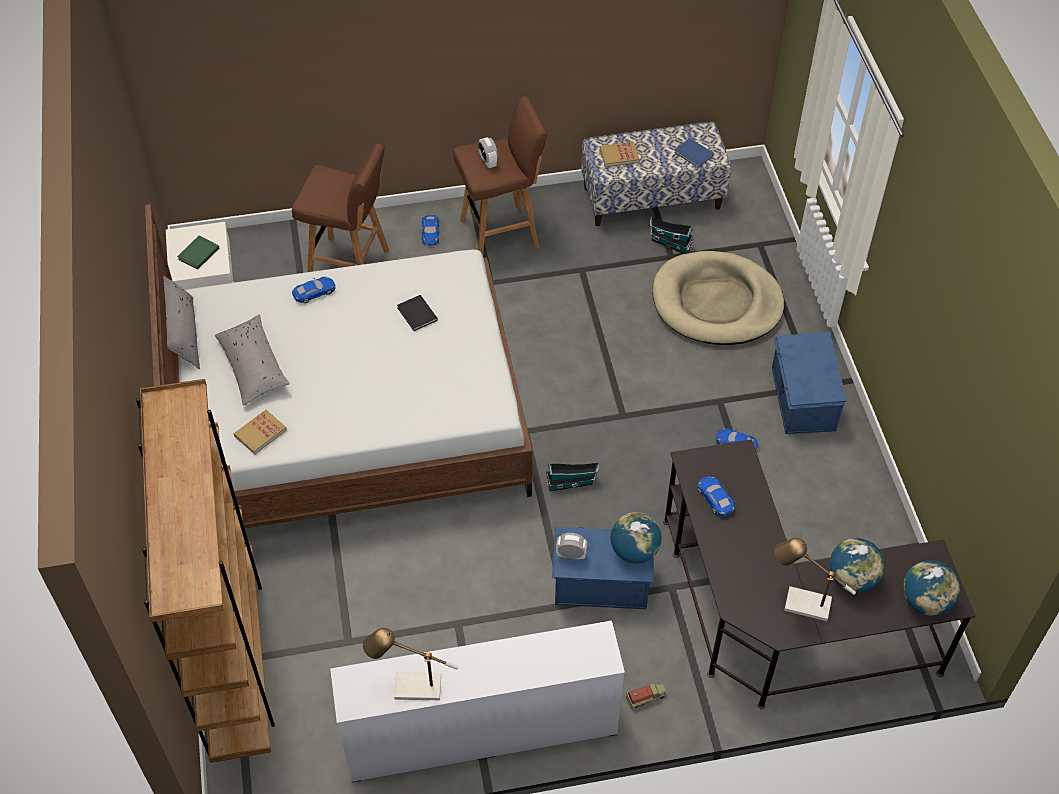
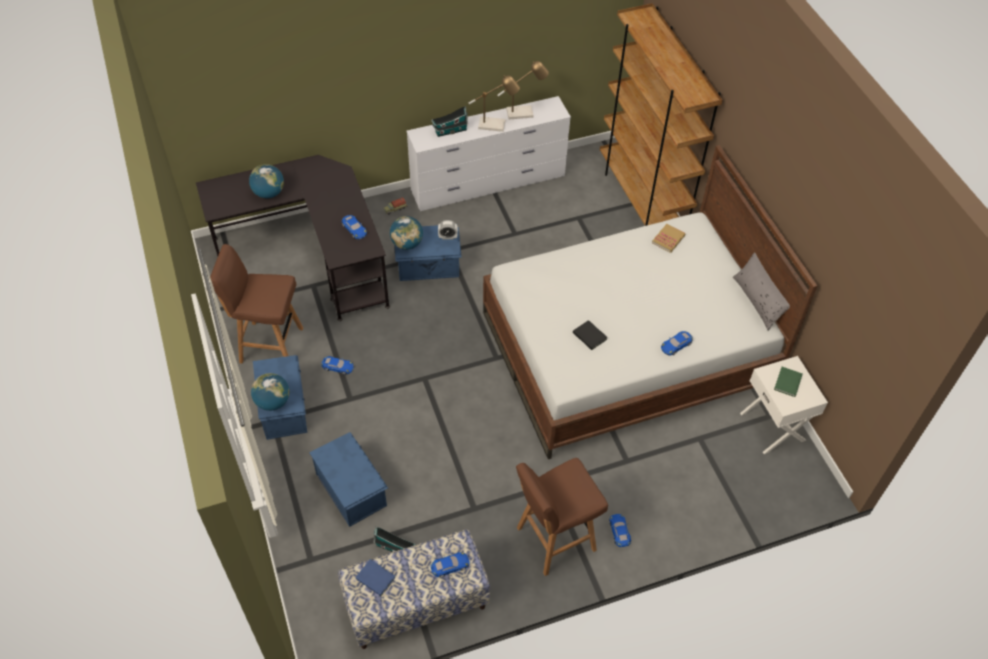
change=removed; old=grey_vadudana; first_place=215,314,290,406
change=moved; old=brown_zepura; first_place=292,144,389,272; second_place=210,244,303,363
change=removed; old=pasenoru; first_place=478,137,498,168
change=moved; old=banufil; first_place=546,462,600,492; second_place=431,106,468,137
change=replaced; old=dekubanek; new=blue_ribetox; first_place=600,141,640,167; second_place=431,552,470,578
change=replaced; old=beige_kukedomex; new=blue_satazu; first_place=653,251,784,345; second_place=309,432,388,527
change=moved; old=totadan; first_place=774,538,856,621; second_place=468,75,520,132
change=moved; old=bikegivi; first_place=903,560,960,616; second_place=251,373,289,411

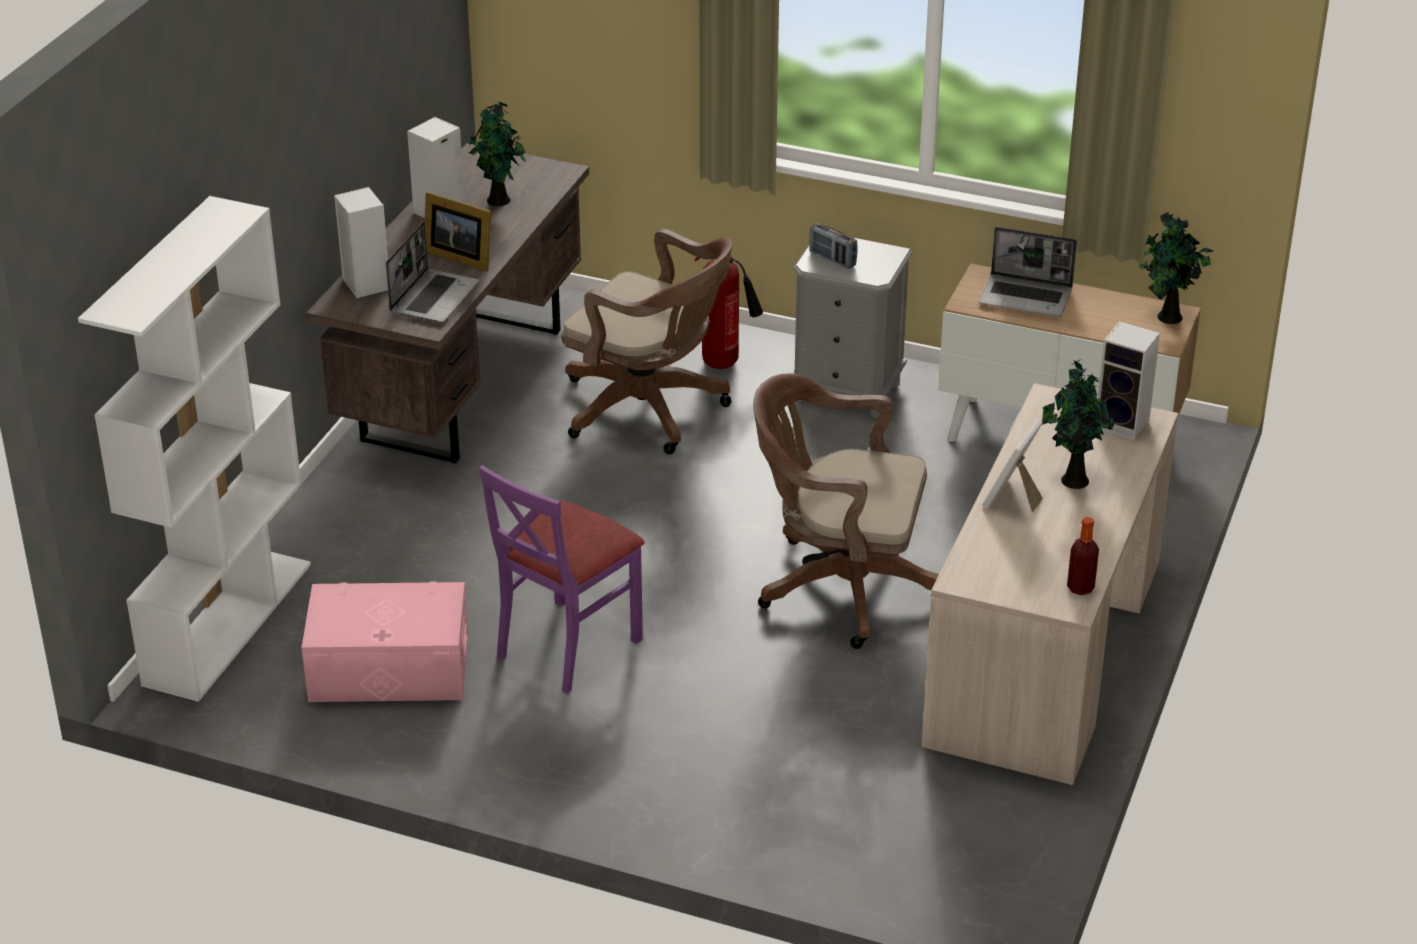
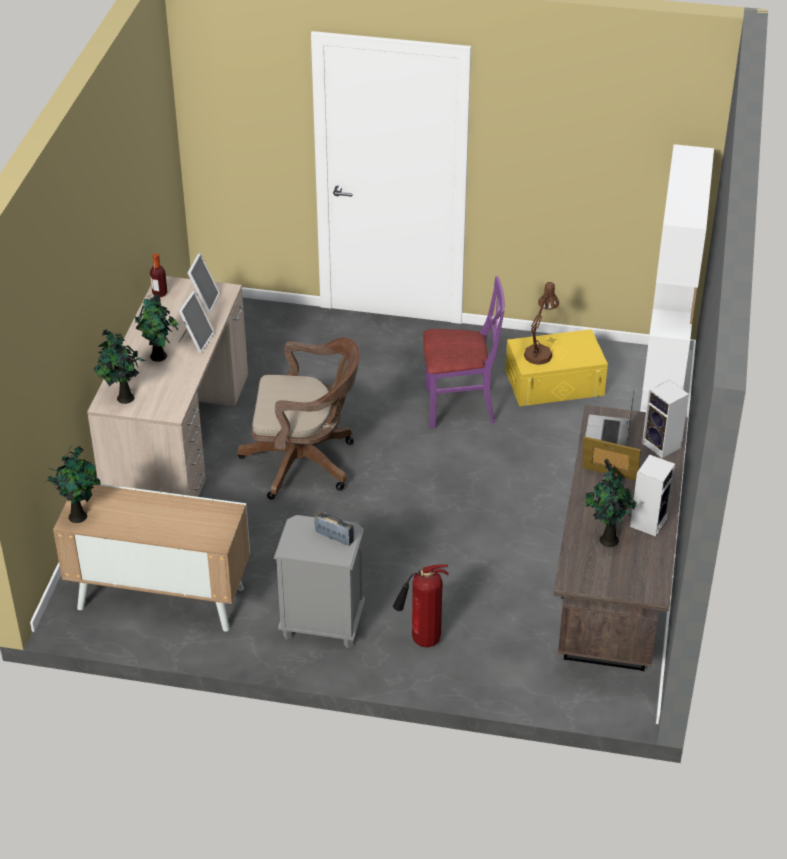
change=recoloured; old=pink_satazu; new=yellow_satazu; first_place=301,581,468,702; second_place=505,329,608,406
change=turned; old=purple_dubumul; first_place=479,465,644,694; second_place=423,276,505,429; degrees=60
change=removed; old=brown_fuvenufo; first_place=561,229,732,455
change=removed; old=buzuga; first_place=979,227,1077,317
change=replaced; old=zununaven; new=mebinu; first_place=1098,321,1160,440; second_place=93,329,145,404
change=added; new=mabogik; second_place=187,253,220,313
change=added; new=brown_totadan; second_place=524,282,559,365

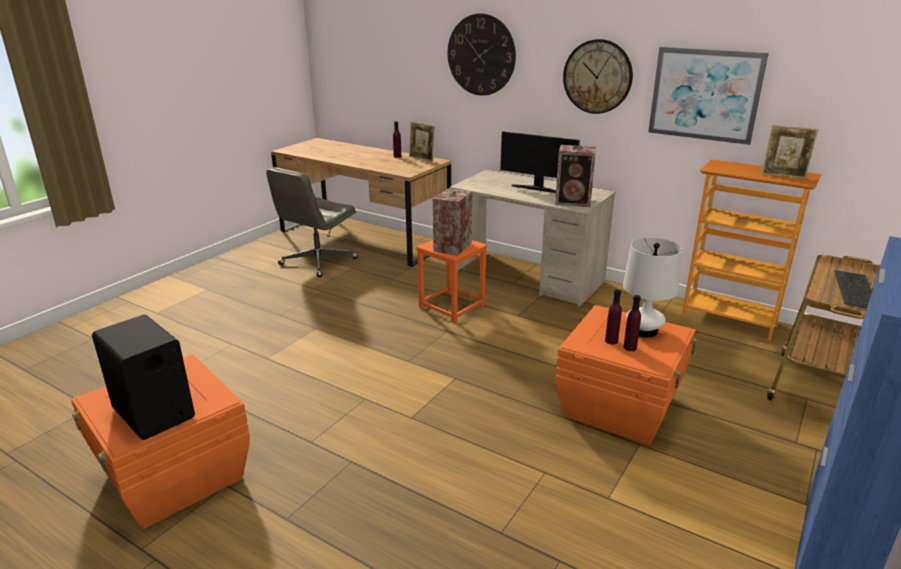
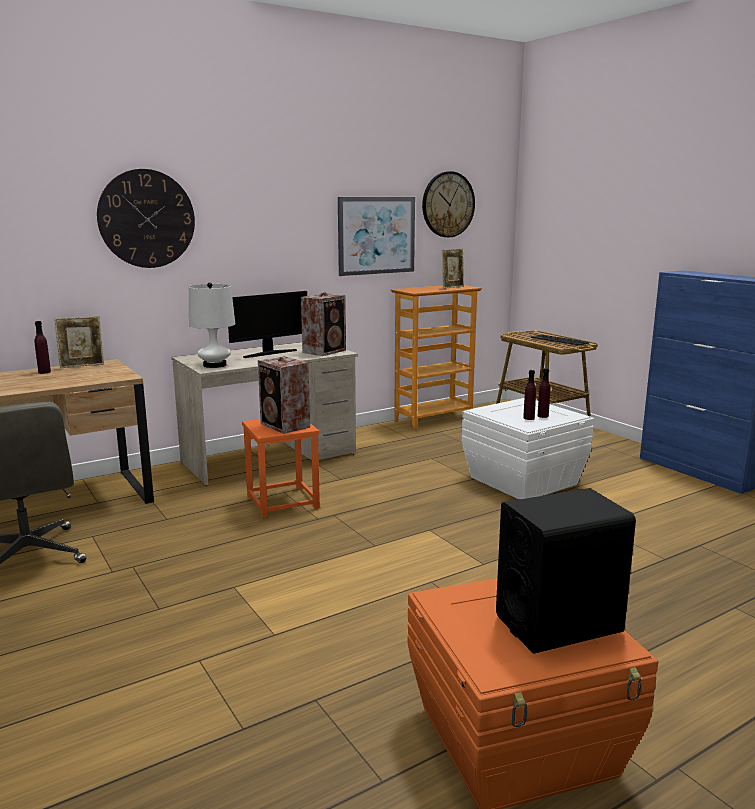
change=recoloured; old=orange_satazu; new=white_satazu; first_place=555,305,697,445; second_place=462,398,594,500
change=moved; old=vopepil; first_place=563,39,633,114; second_place=422,171,475,237
change=moved; old=white_totadan; first_place=623,238,682,337; second_place=189,283,235,368

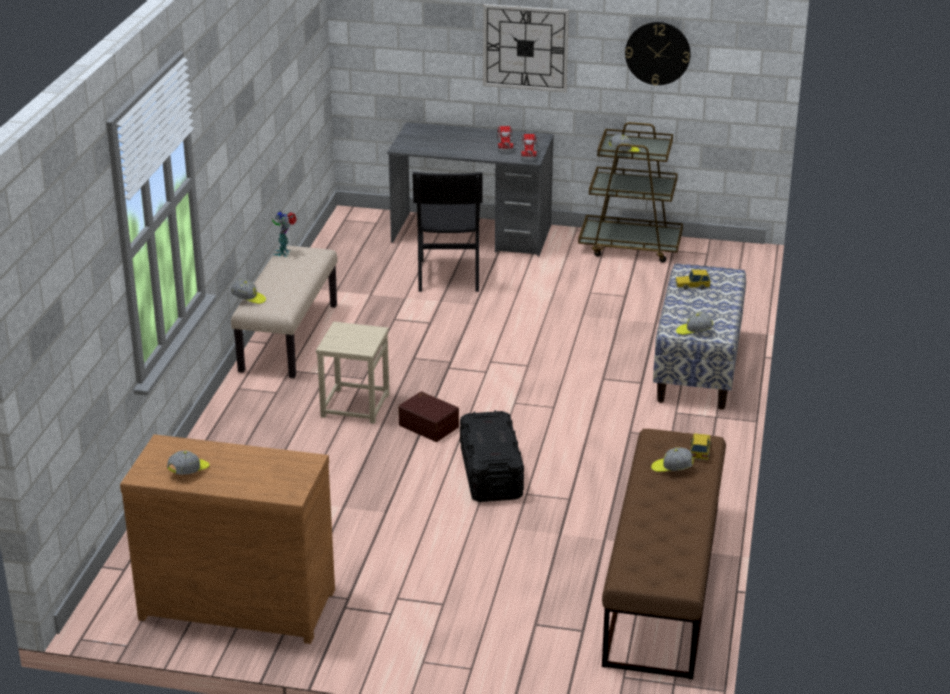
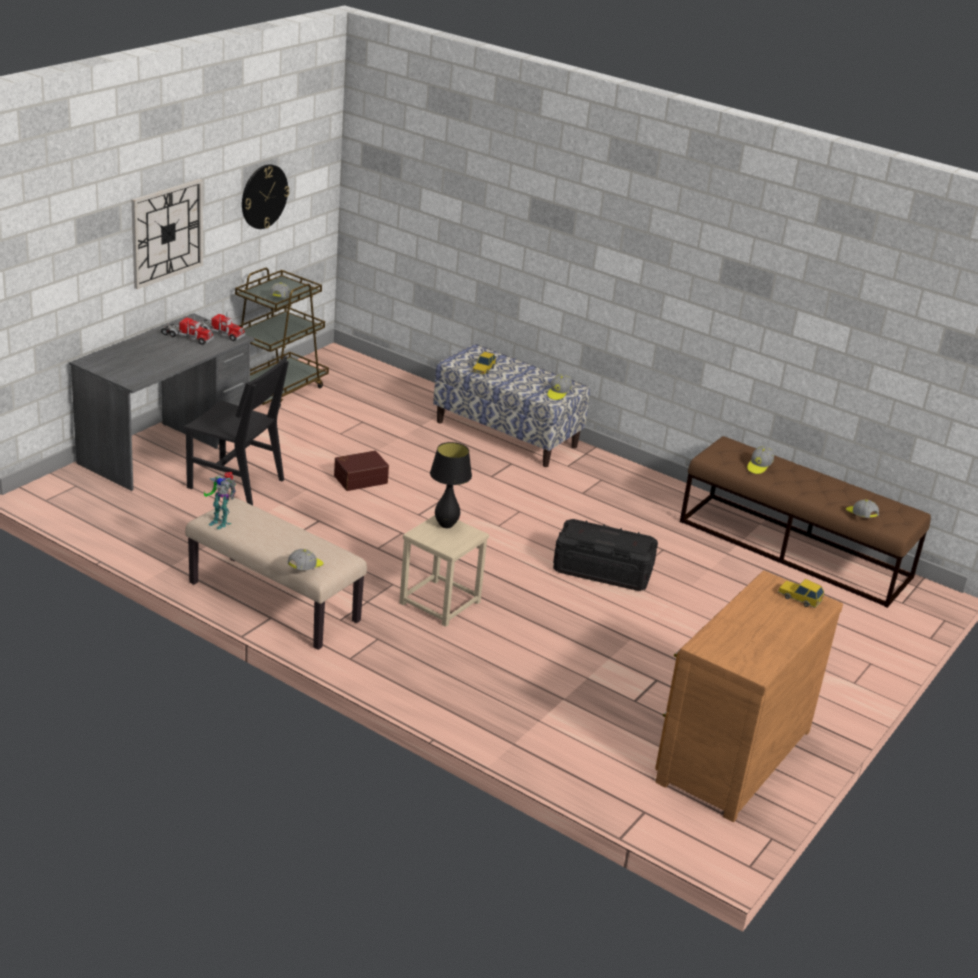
change=moved; old=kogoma; first_place=167,451,210,475; second_place=846,500,879,518
change=moved; old=brown_satazu; first_place=398,391,459,442; second_place=334,451,389,491
change=moved; old=ribetox; first_place=690,433,711,460; second_place=778,579,824,608
change=added; new=black_totadan; second_place=430,442,472,528

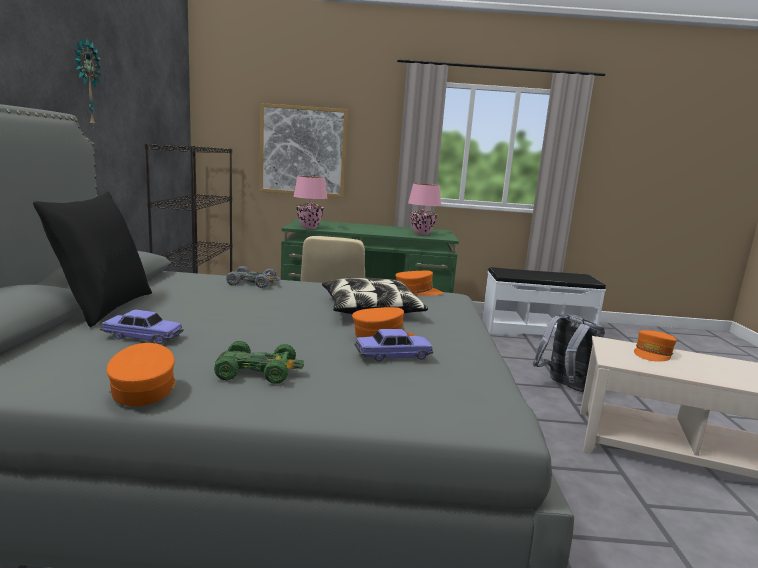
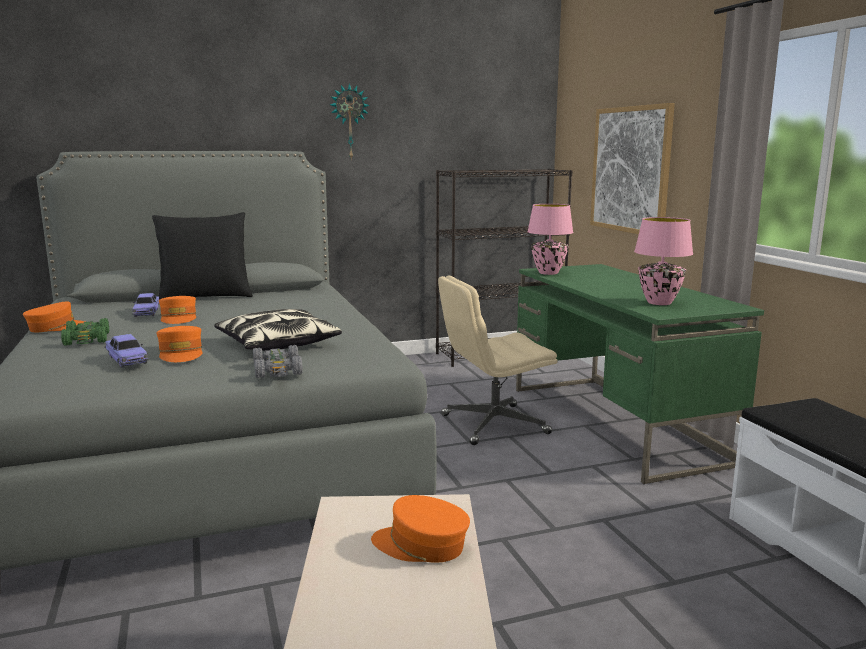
change=moved; old=grey_ribetox; first_place=226,266,280,288; second_place=253,345,303,378
change=moved; old=orange_kogoma; first_place=395,271,443,296; second_place=159,296,196,324
change=removed; old=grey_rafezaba; first_place=533,314,605,393

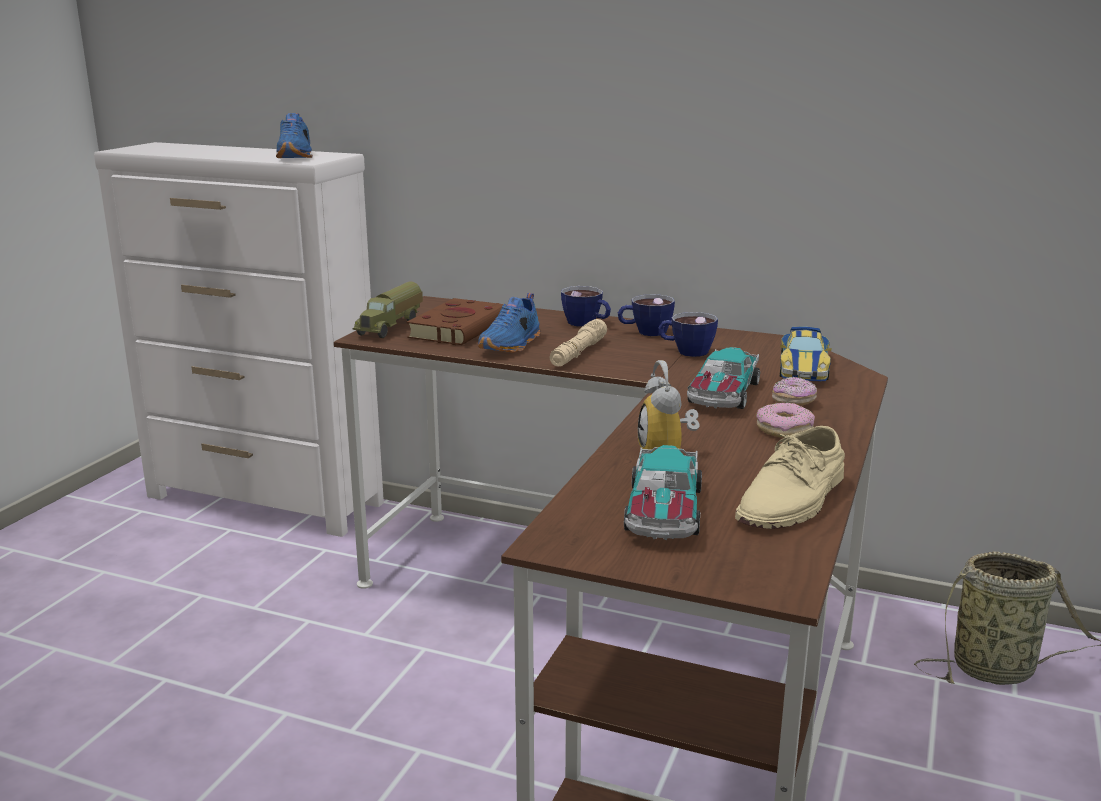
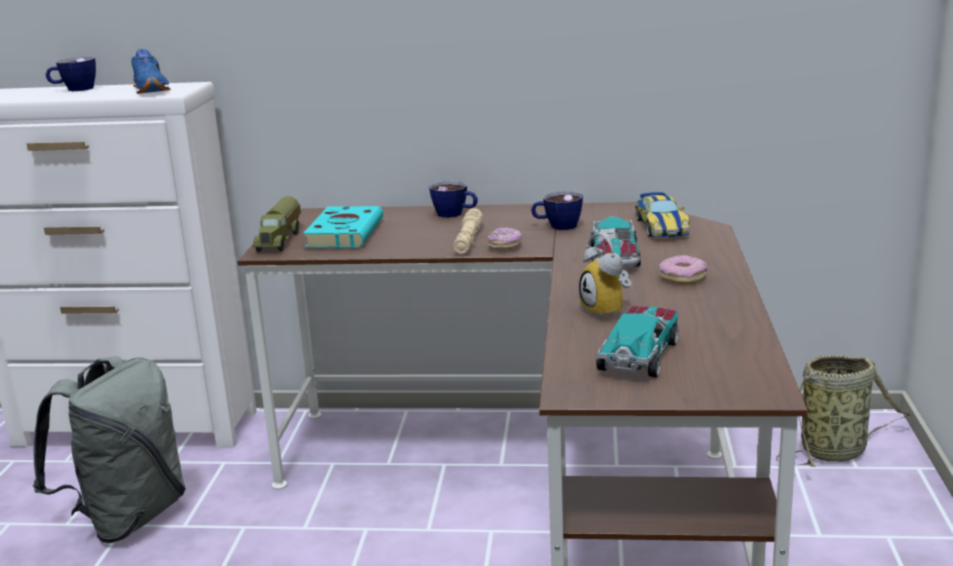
change=recoloured; old=brown_dekubanek; new=turquoise_dekubanek; first_place=406,298,503,345; second_place=303,206,383,248
change=removed; old=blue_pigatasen; first_place=478,293,540,353
change=moved; old=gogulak; first_place=618,294,675,336; second_place=45,57,96,91
change=turned; old=ribetox; first_place=624,445,702,540; second_place=596,306,679,378; degrees=-150
change=removed; old=beige_pigatasen; first_place=735,426,845,529
change=moved; old=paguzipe; first_place=772,377,817,406; second_place=488,227,522,250
change=added; new=grey_rafezaba; second_place=33,356,186,543

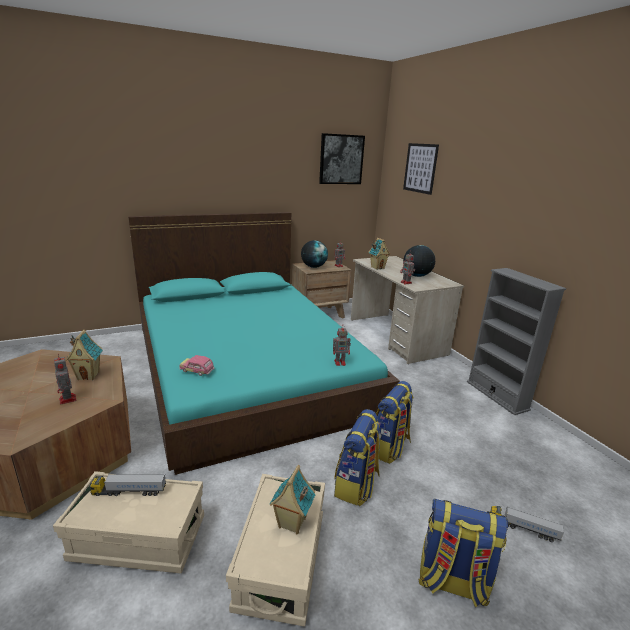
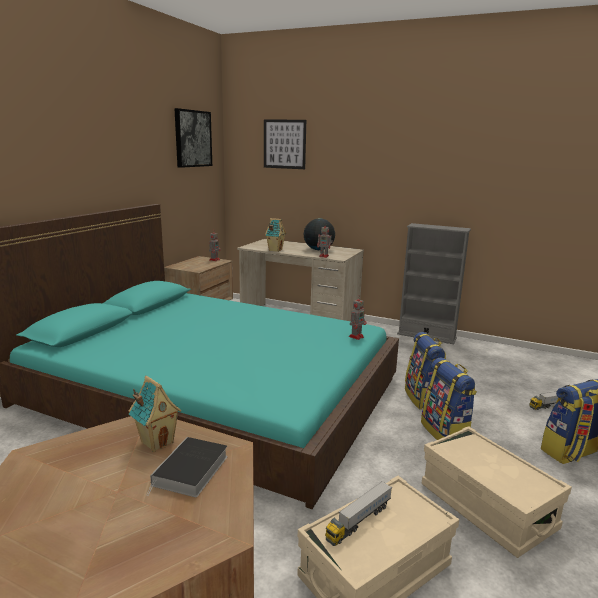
change=replaced; old=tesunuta; new=dekubanek; first_place=54,354,77,405; second_place=146,437,228,497
change=removed; old=ribetox; first_place=179,355,215,376
change=removed; old=banufil; first_place=270,465,315,535
change=removed; old=bikegivi; first_place=301,240,328,268

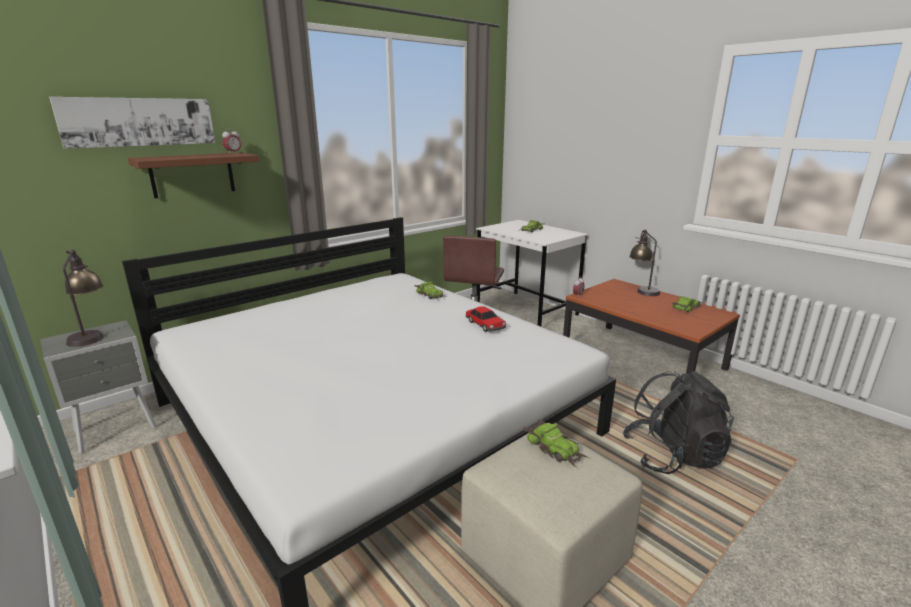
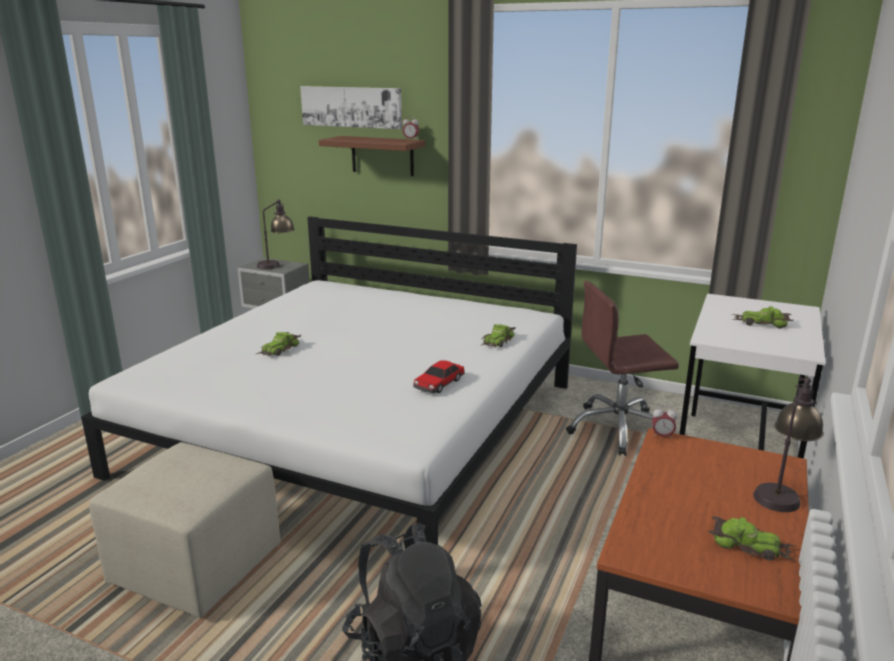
change=moved; old=ribetox; first_place=523,420,589,467; second_place=256,332,302,357

